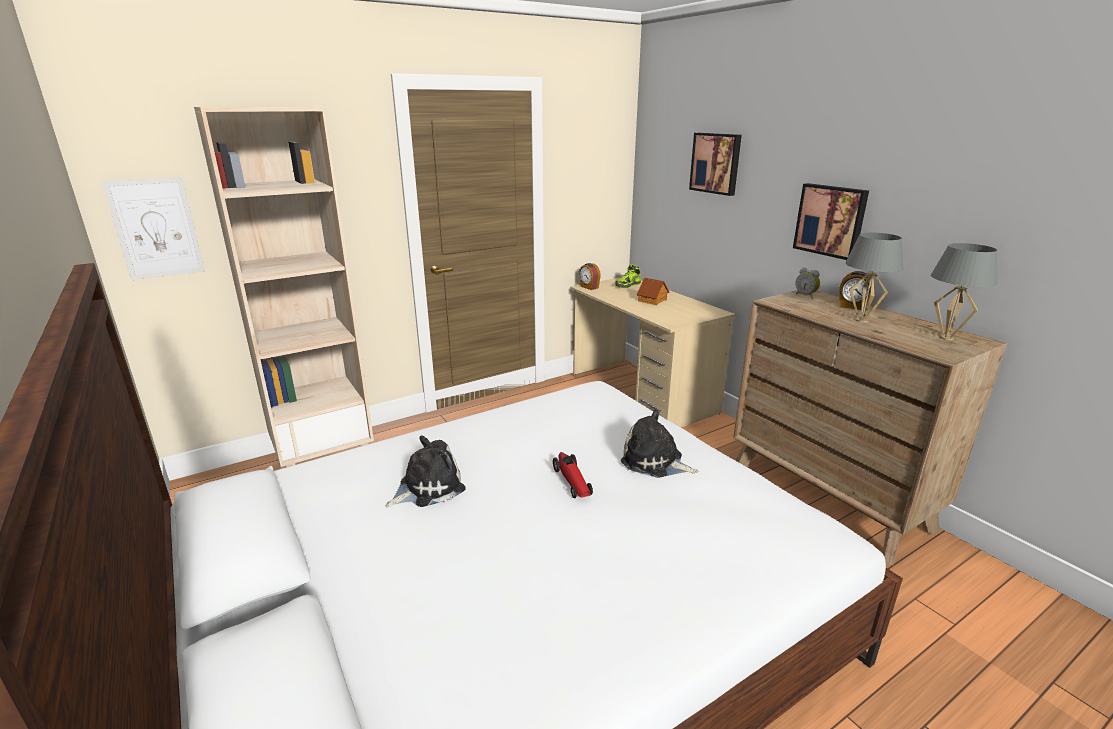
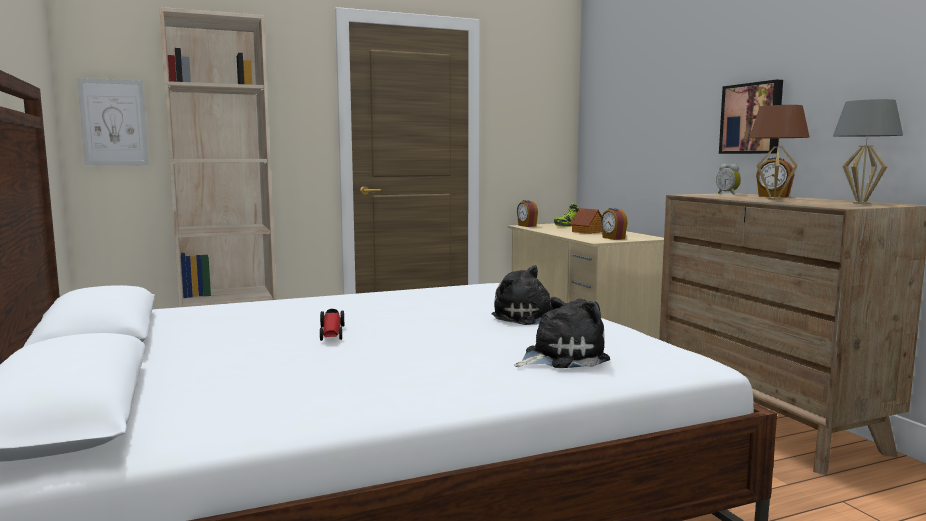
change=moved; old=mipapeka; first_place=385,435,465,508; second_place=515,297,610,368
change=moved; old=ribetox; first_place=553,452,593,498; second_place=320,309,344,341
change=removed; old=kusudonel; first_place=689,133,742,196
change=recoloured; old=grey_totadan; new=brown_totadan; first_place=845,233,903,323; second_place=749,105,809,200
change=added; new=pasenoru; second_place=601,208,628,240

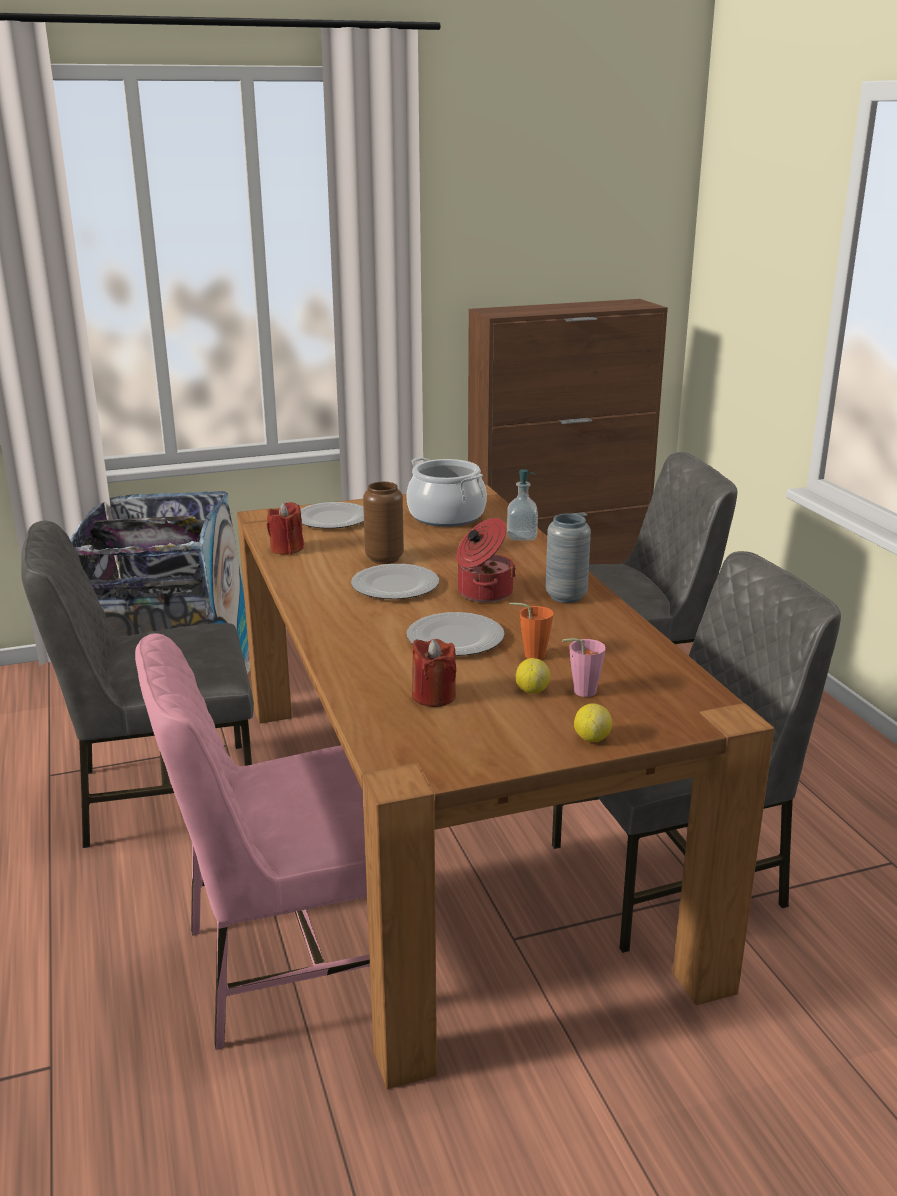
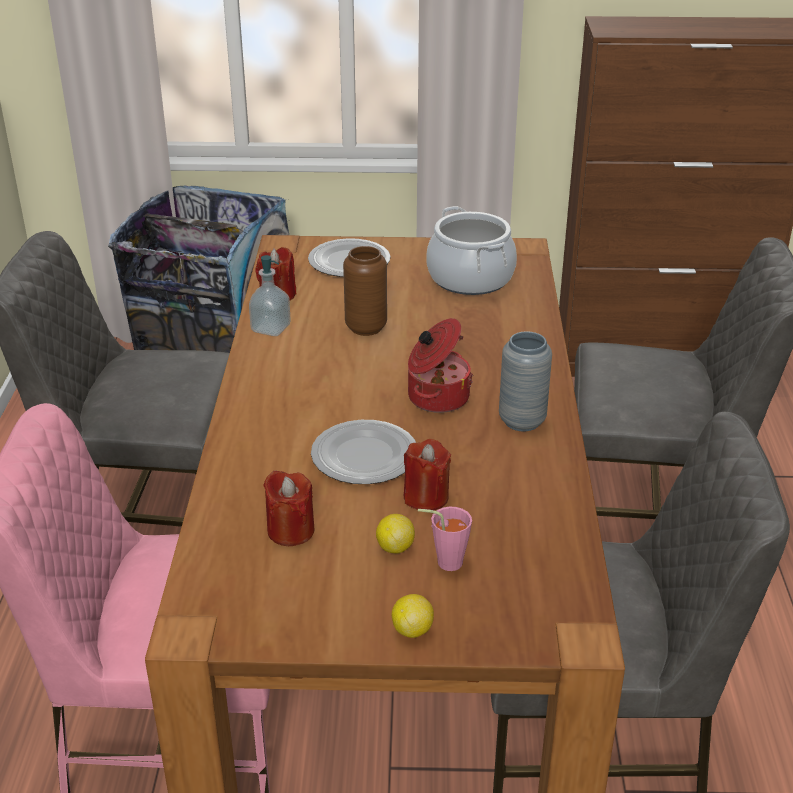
change=removed; old=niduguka; first_place=351,564,439,599
change=moved; old=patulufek; first_place=507,469,538,540; second_place=249,255,290,336
change=replaced; old=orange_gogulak; new=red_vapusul; first_place=509,603,553,660; second_place=403,439,451,510

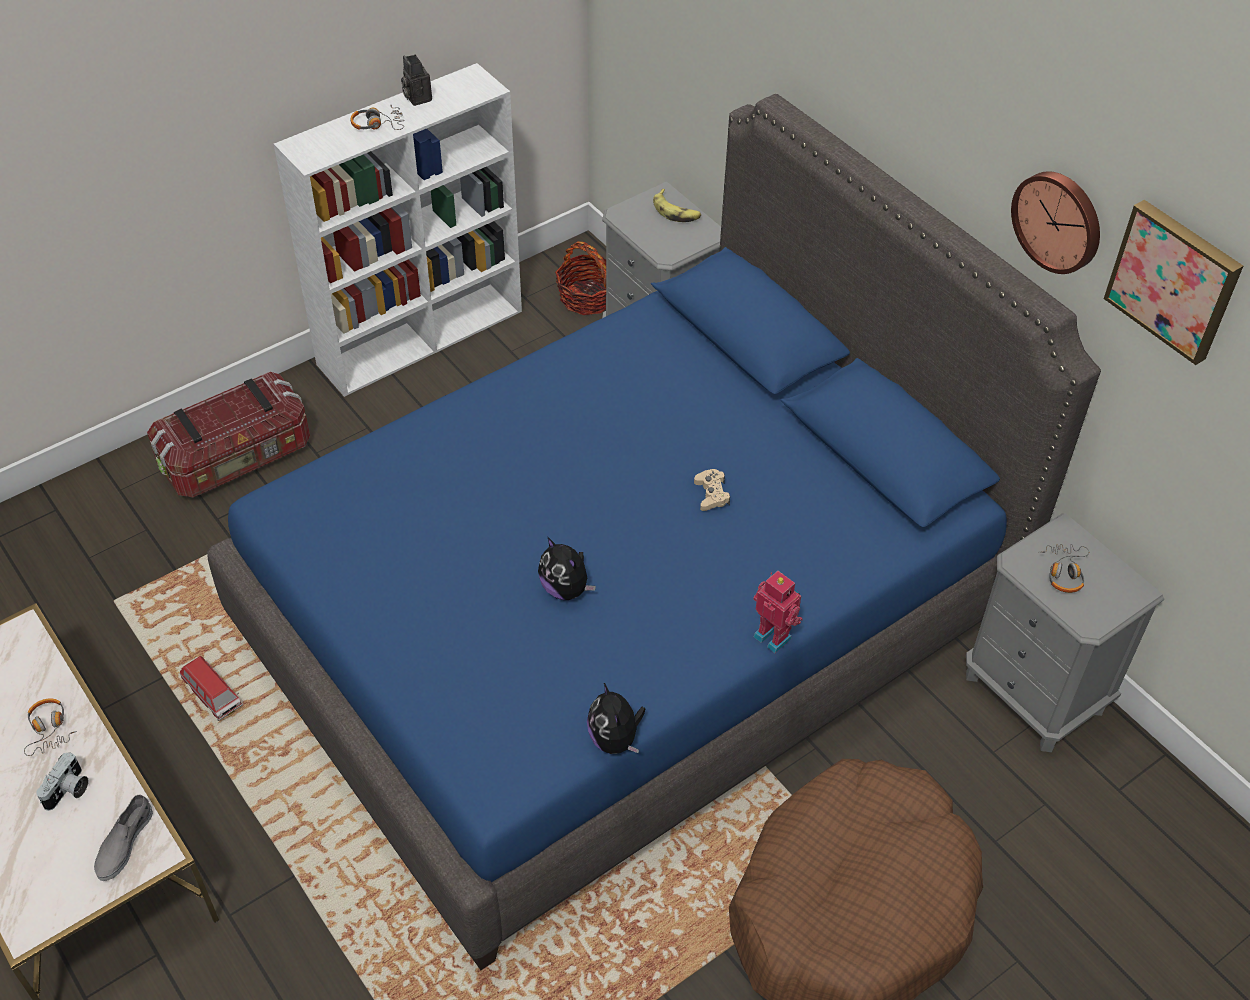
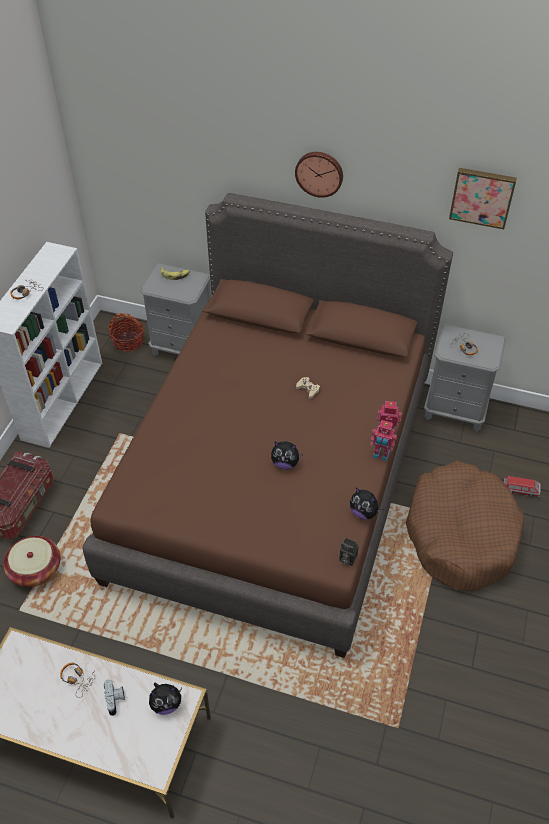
change=replaced; old=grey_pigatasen; new=mipapeka; first_place=94,794,153,881; second_place=149,682,182,715
change=moved; old=ribetox; first_place=180,656,243,721; second_place=504,476,540,497
change=recoloured; old=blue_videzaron; new=brown_videzaron; first_place=207,94,1101,970; second_place=83,193,453,658
change=moved; old=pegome; first_place=401,55,432,106; second_place=339,538,359,566
change=moved; old=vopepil; first_place=1011,171,1100,274; second_place=295,152,343,198
change=added; new=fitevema; second_place=3,536,60,587
change=added; new=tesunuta; second_place=370,420,397,461

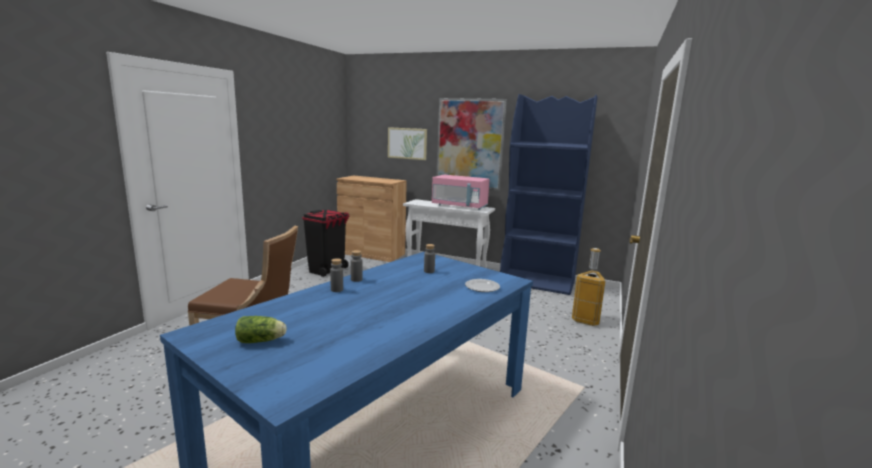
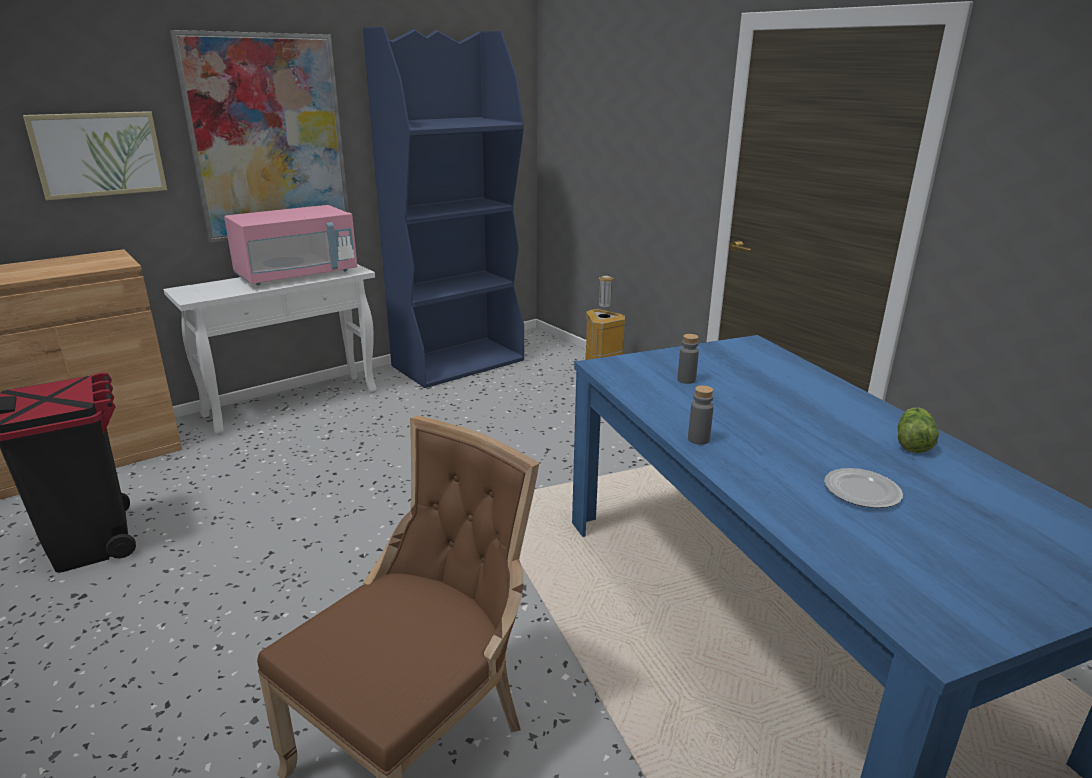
change=moved; old=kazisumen; first_place=235,316,287,343; second_place=898,408,939,453
change=removed; old=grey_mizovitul; first_place=330,258,343,292
change=moved; old=niduguka; first_place=465,279,500,292; second_place=824,468,903,508

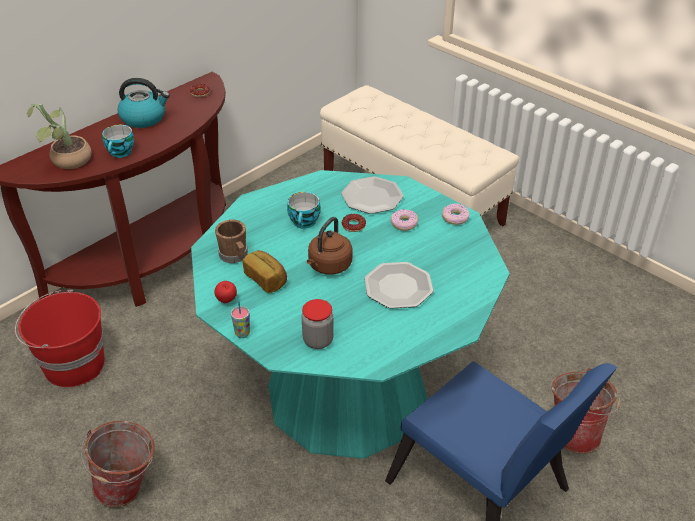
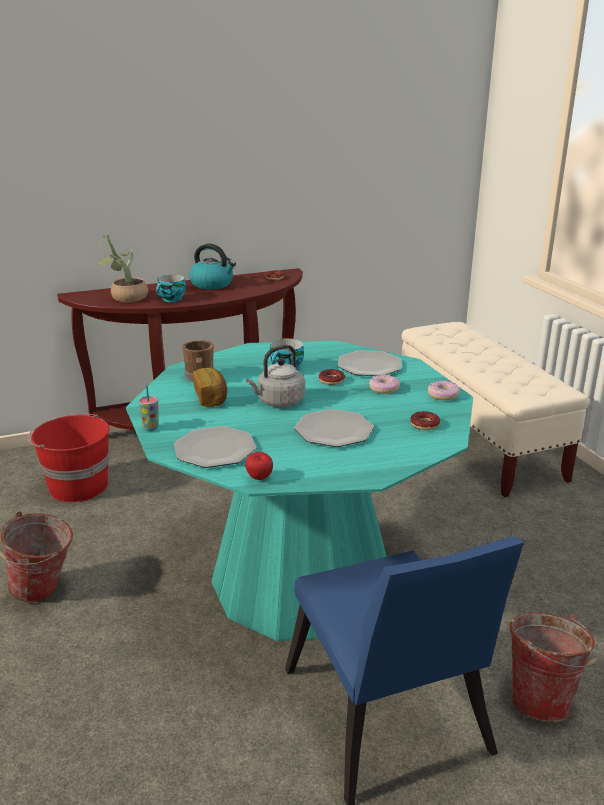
change=moved; old=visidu; first_place=214,281,237,303; second_place=245,452,273,480
change=replaced; old=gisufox; new=niduguka; first_place=302,299,334,349; second_place=174,426,256,468
change=recoloured; old=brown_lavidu; new=grey_lavidu; first_place=307,217,352,275; second_place=246,345,305,407
change=added; new=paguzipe; second_place=410,411,440,430

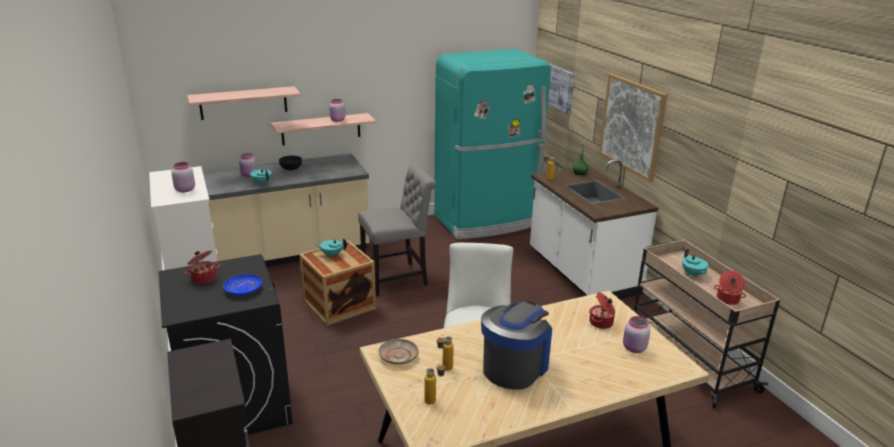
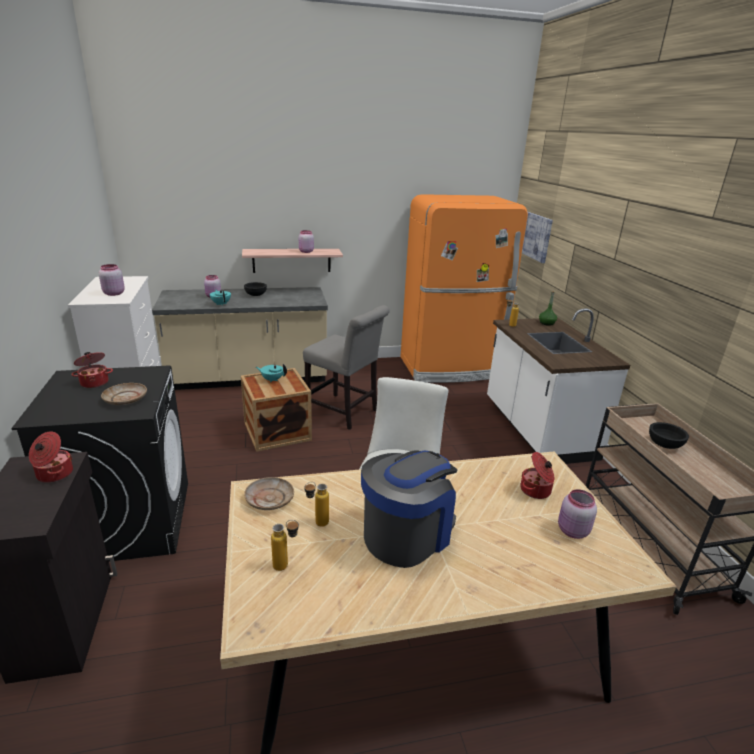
change=removed; old=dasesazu; first_place=187,86,301,120
change=recoloured; old=blue_niduguka; new=beige_niduguka; first_place=223,274,262,296; second_place=101,383,147,405
change=turned; old=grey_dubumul; first_place=358,164,437,296; second_place=303,305,390,430; degrees=45
change=recoloured; old=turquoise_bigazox; new=orange_bigazox; first_place=434,49,551,239; second_place=400,194,528,383
change=removed; old=kusudonel; first_place=599,73,668,182
change=replaced; old=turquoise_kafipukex; new=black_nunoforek; first_place=682,249,709,278; second_place=649,422,689,449
change=moved; old=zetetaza; first_place=714,271,746,305; second_place=29,431,73,483

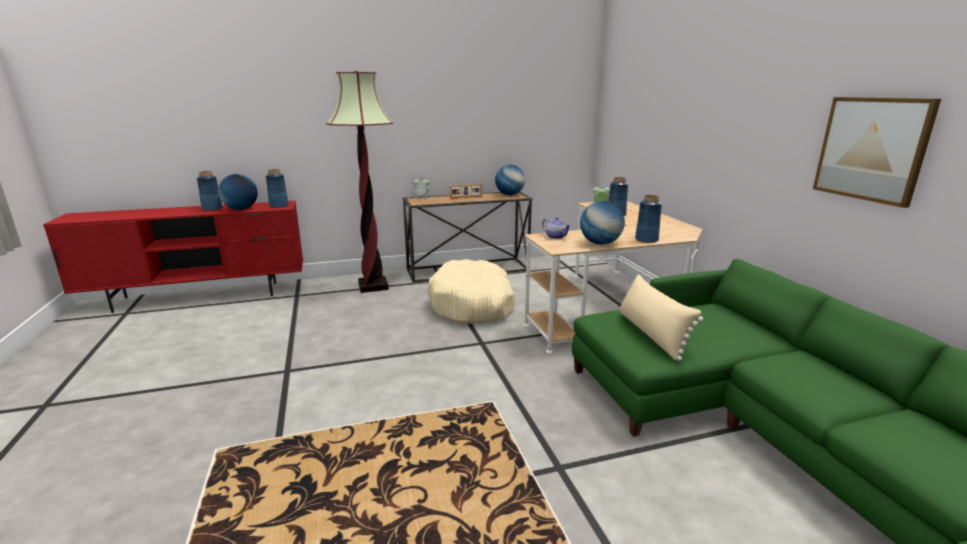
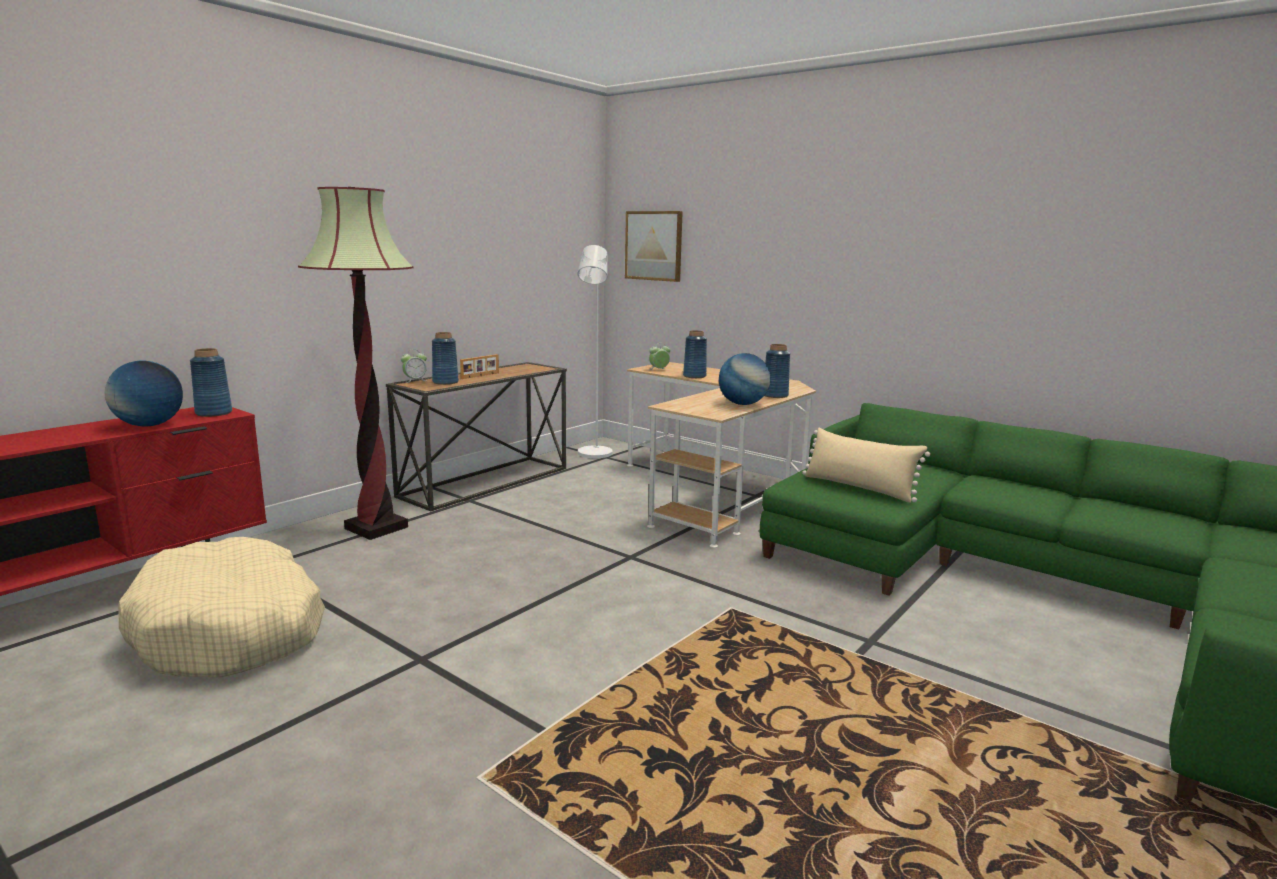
change=moved; old=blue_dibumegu; first_place=197,171,223,211; second_place=432,332,459,385
change=moved; old=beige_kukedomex; first_place=427,259,516,324; second_place=118,537,325,678
change=removed; old=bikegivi; first_place=495,165,525,195
change=removed; old=kafipukex; first_place=542,217,571,239
change=moved; old=kusudonel; first_place=813,97,941,208; second_place=625,211,683,282
change=added; new=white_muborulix; second_place=578,245,613,458

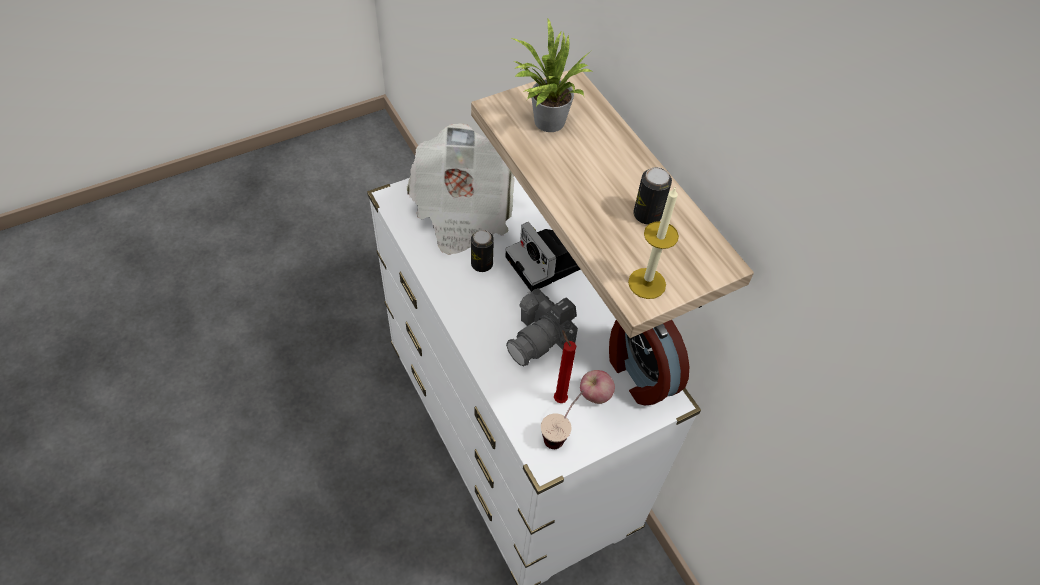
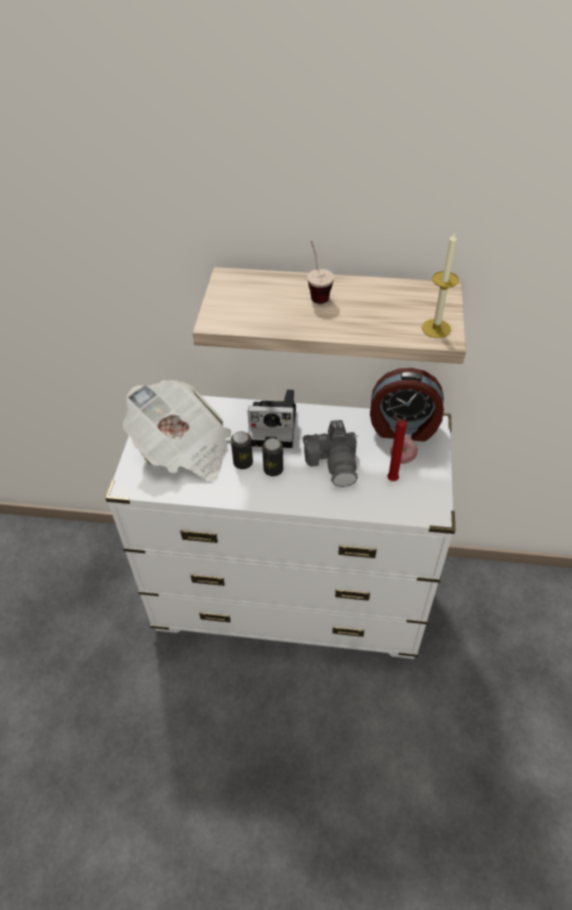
change=removed; old=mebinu; first_place=511,19,593,132
change=moved; old=gogulak; first_place=541,390,584,449; second_place=307,241,334,304
change=moved; old=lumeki; first_place=634,167,672,225; second_place=262,438,283,476

